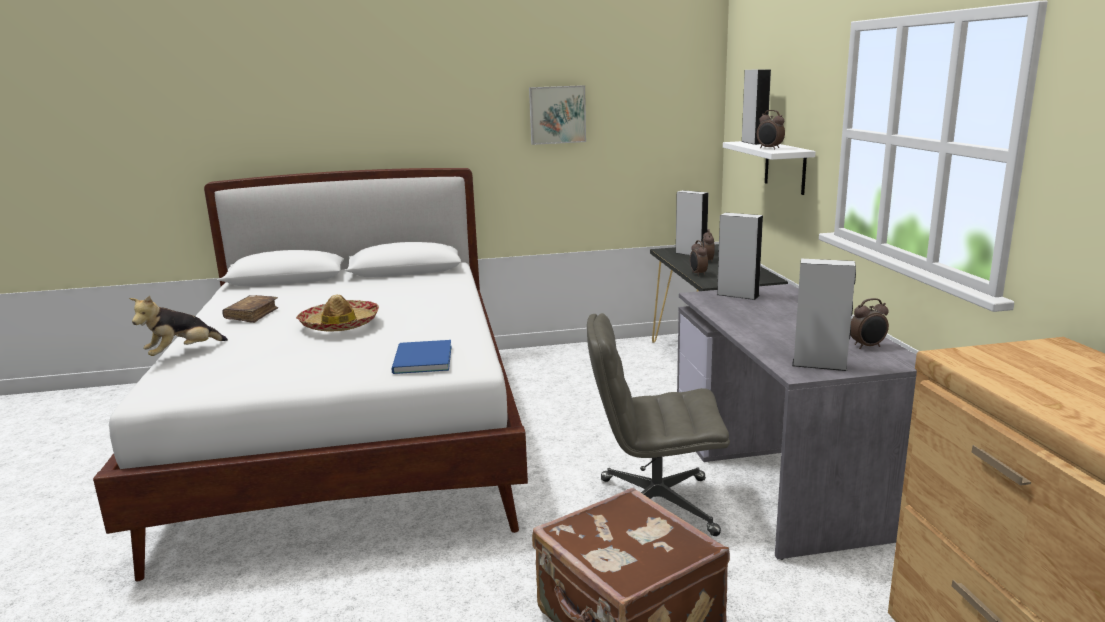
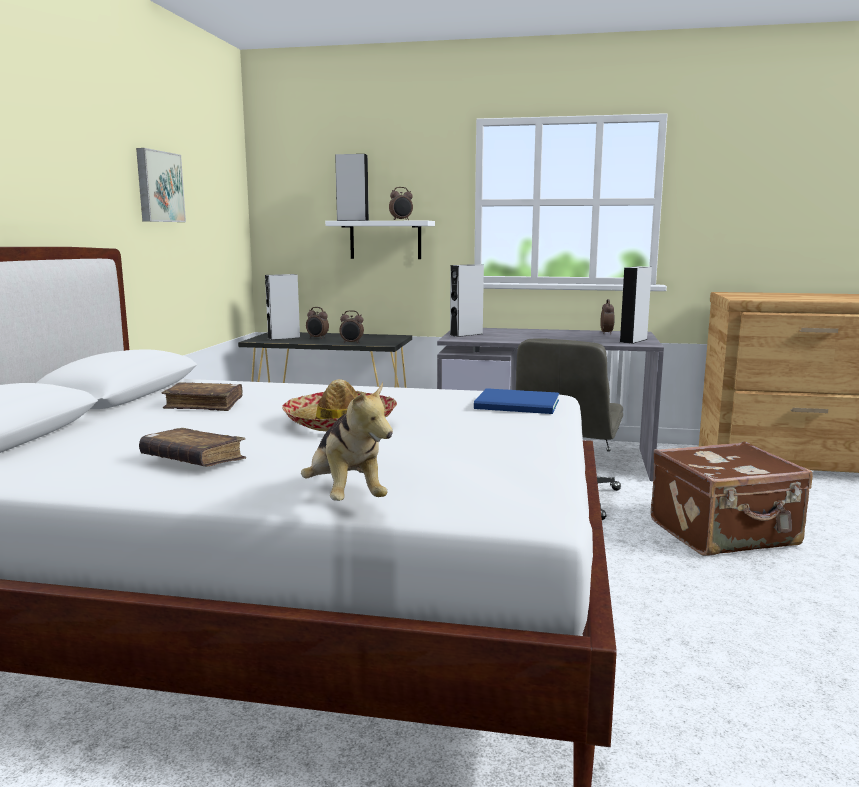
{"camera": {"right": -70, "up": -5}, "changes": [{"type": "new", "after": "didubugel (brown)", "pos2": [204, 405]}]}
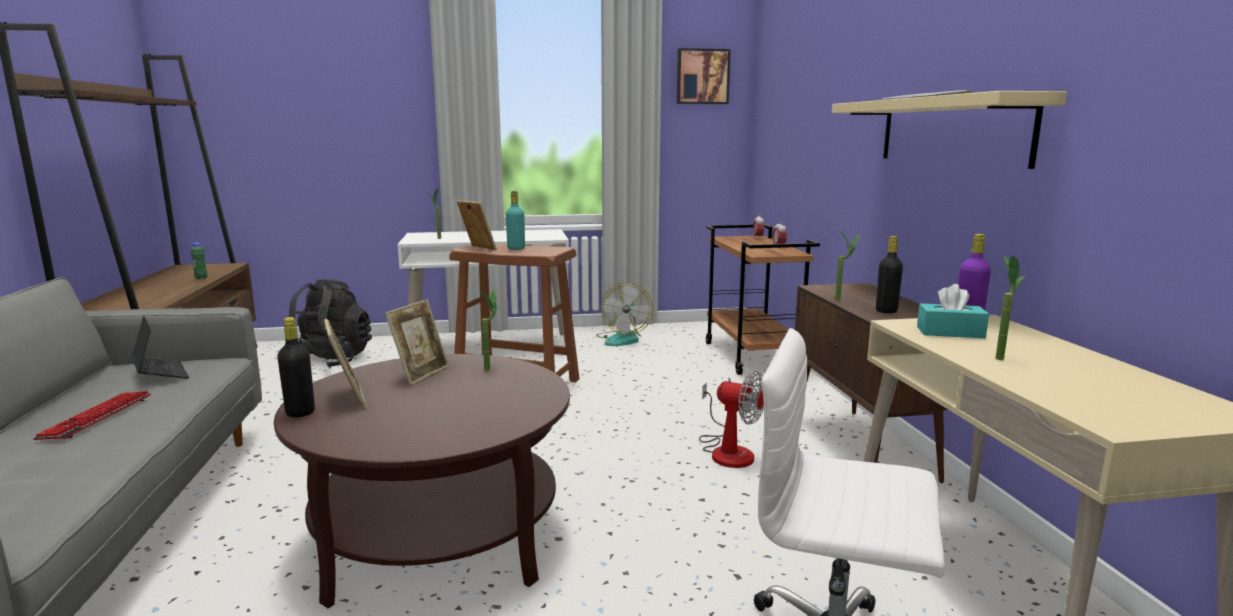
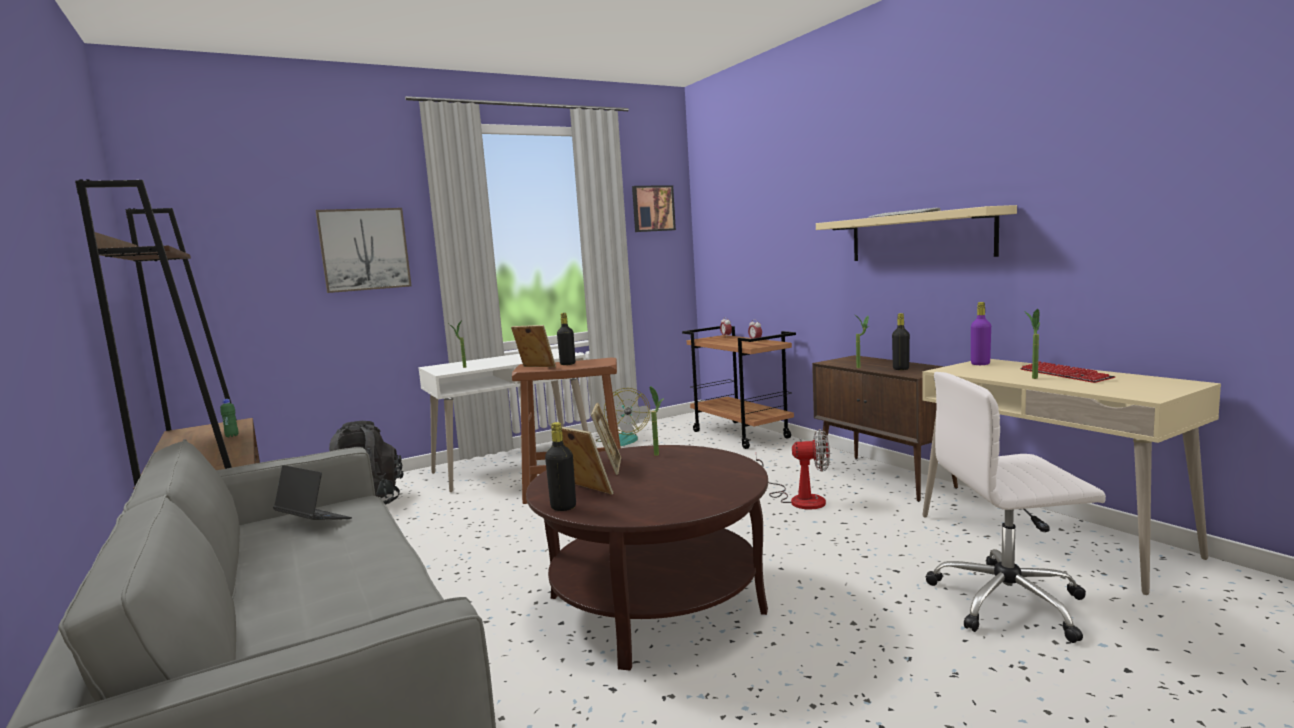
{"camera": {"right": -20, "up": -5}, "changes": [{"type": "new", "after": "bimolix", "pos2": [364, 249]}, {"type": "repainted", "before": "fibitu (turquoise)", "after": "fibitu (black)", "pos1": [516, 249], "pos2": [567, 364]}, {"type": "shifted", "before": "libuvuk", "pos1": [97, 417], "pos2": [1065, 375]}, {"type": "gone", "before": "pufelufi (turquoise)", "pos1": [950, 332]}]}
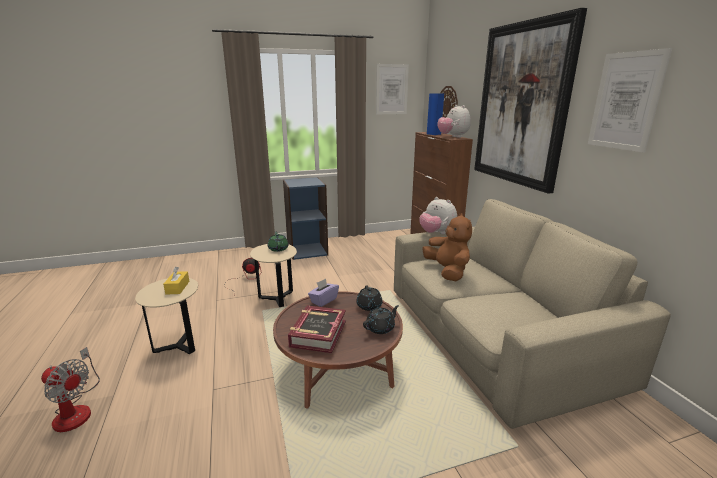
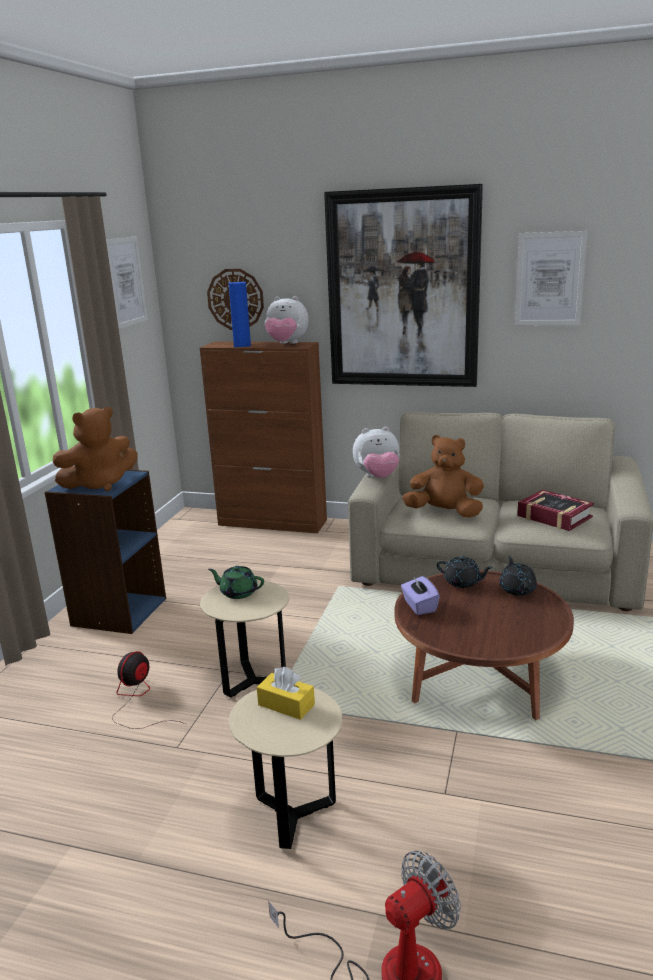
{"camera": {"right": -55, "up": 0}, "changes": [{"type": "new", "after": "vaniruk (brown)", "pos2": [100, 484]}, {"type": "shifted", "before": "didubugel", "pos1": [318, 334], "pos2": [554, 517]}]}
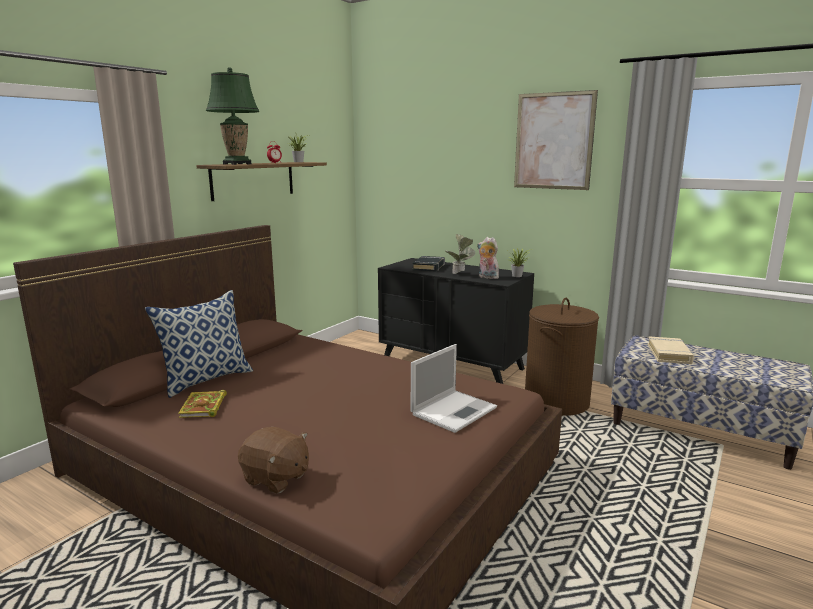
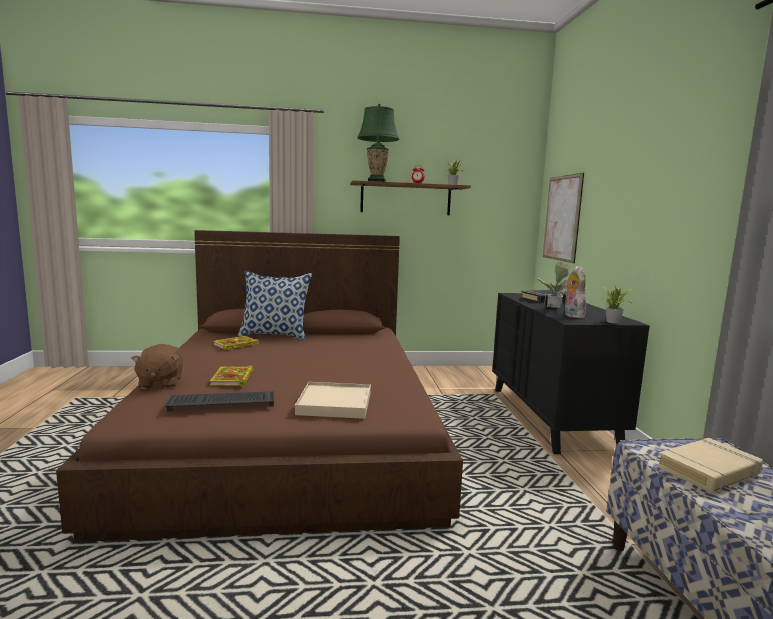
{"camera": {"right": 50, "up": -5}, "changes": [{"type": "new", "after": "libuvuk", "pos2": [223, 402]}, {"type": "new", "after": "didubugel", "pos2": [232, 379]}, {"type": "swapped", "before": "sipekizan", "after": "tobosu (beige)", "pos1": [454, 410], "pos2": [335, 403]}, {"type": "shifted", "before": "bimolix", "pos1": [553, 141], "pos2": [562, 218]}, {"type": "gone", "before": "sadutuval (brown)", "pos1": [556, 402]}]}
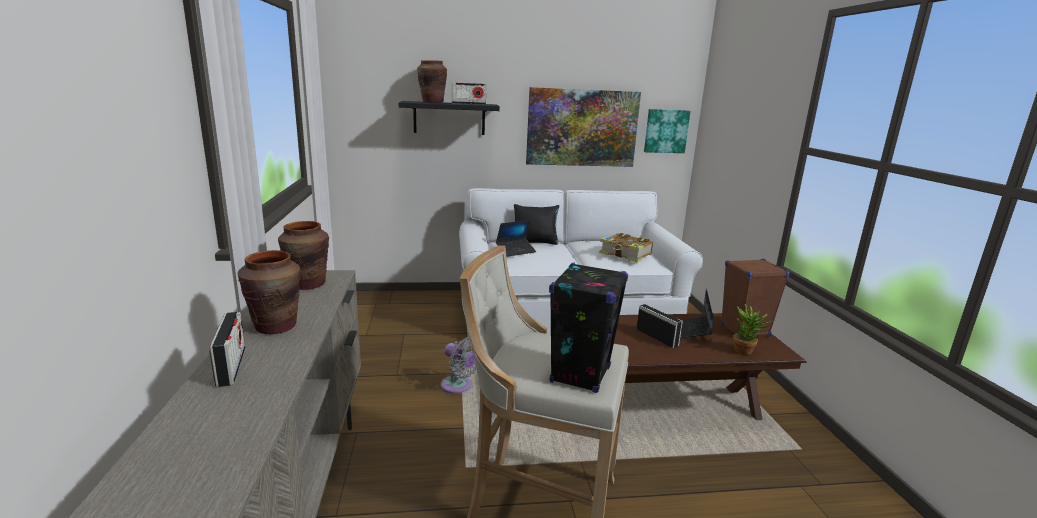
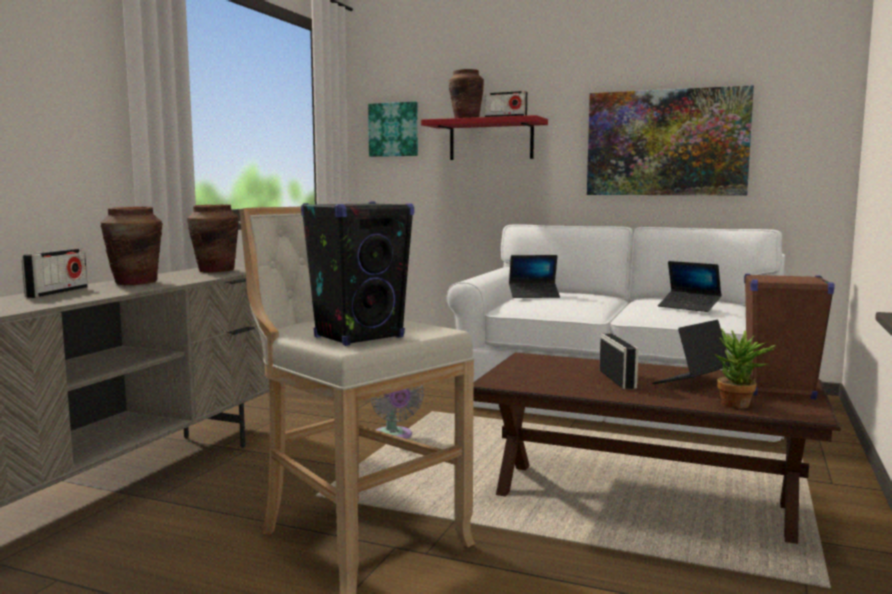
{"camera": {"right": 30, "up": -10}, "changes": [{"type": "shifted", "before": "bimolix", "pos1": [666, 131], "pos2": [394, 129]}, {"type": "repainted", "before": "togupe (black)", "after": "togupe (red)", "pos1": [449, 118], "pos2": [491, 140]}, {"type": "swapped", "before": "didubugel", "after": "sipekizan", "pos1": [626, 254], "pos2": [689, 307]}, {"type": "gone", "before": "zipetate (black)", "pos1": [535, 242]}]}
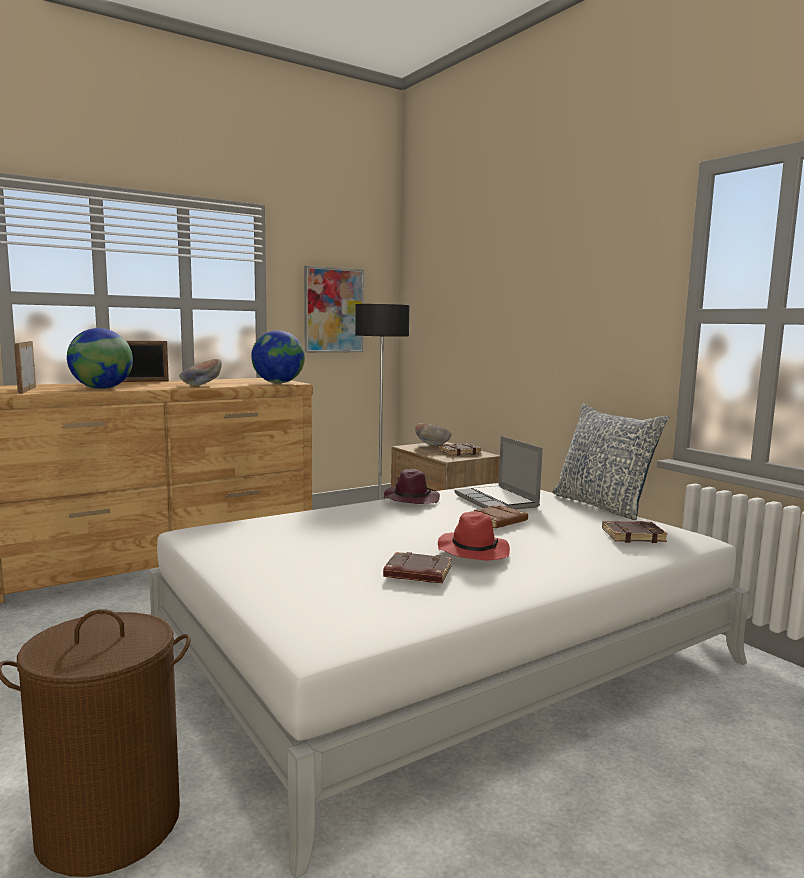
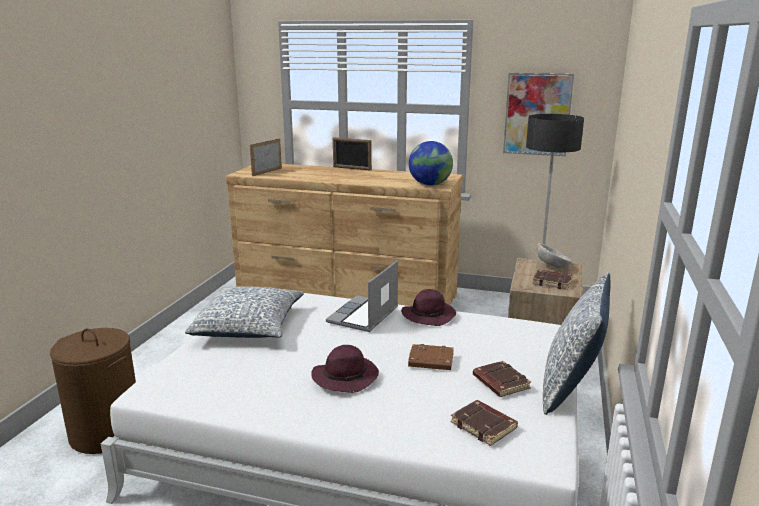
{"camera": {"right": 50, "up": 10}, "changes": [{"type": "new", "after": "zipetate", "pos2": [249, 326]}, {"type": "repainted", "before": "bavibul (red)", "after": "bavibul (purple)", "pos1": [473, 551], "pos2": [346, 377]}, {"type": "shifted", "before": "sipekizan", "pos1": [497, 501], "pos2": [363, 316]}, {"type": "shifted", "before": "didubugel (brown)", "pos1": [416, 574], "pos2": [499, 382]}, {"type": "gone", "before": "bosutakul", "pos1": [102, 388]}, {"type": "gone", "before": "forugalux", "pos1": [200, 386]}]}
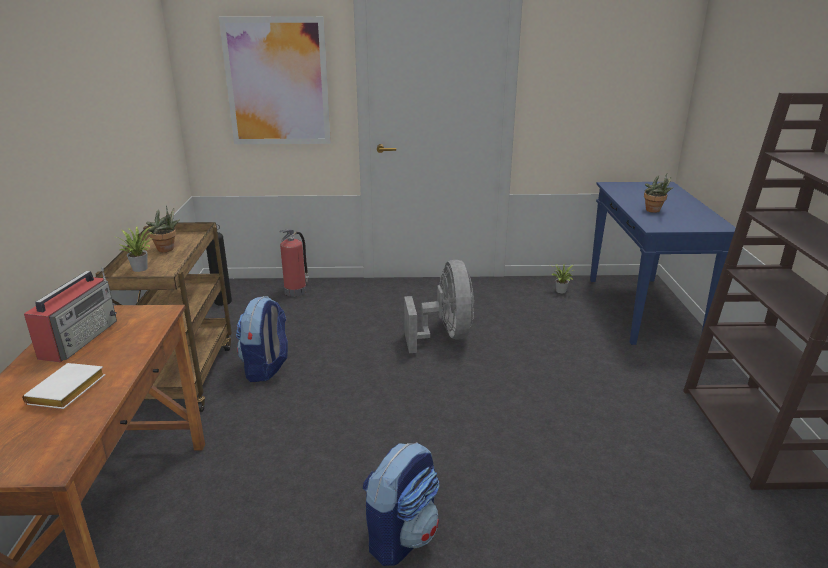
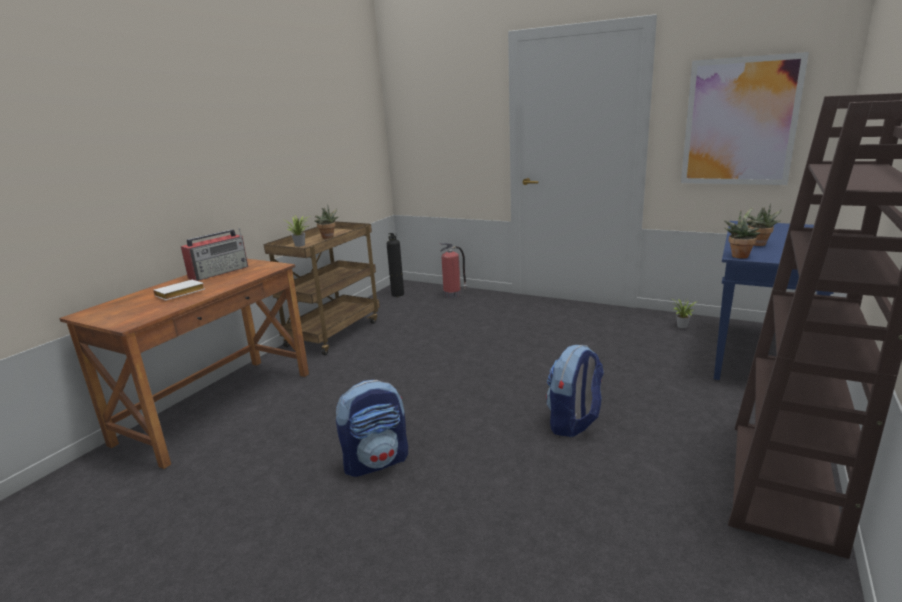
{"camera": {"right": 30, "up": -5}, "changes": [{"type": "shifted", "before": "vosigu", "pos1": [266, 368], "pos2": [574, 423]}, {"type": "shifted", "before": "bimolix", "pos1": [277, 82], "pos2": [739, 122]}, {"type": "new", "after": "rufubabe", "pos2": [739, 255]}, {"type": "gone", "before": "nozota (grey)", "pos1": [445, 336]}]}
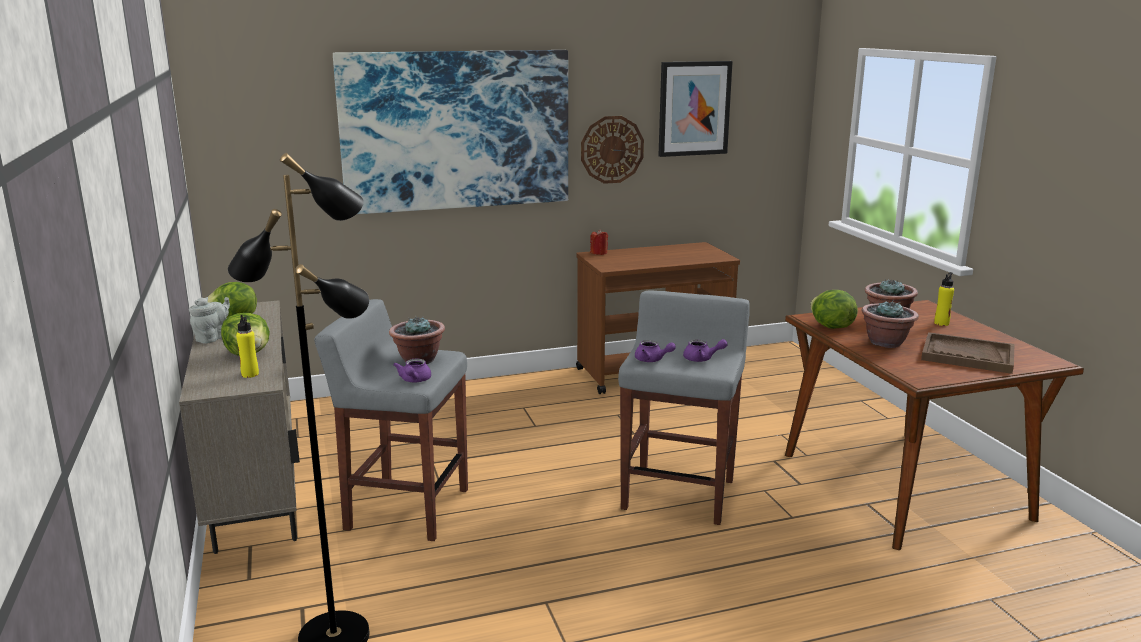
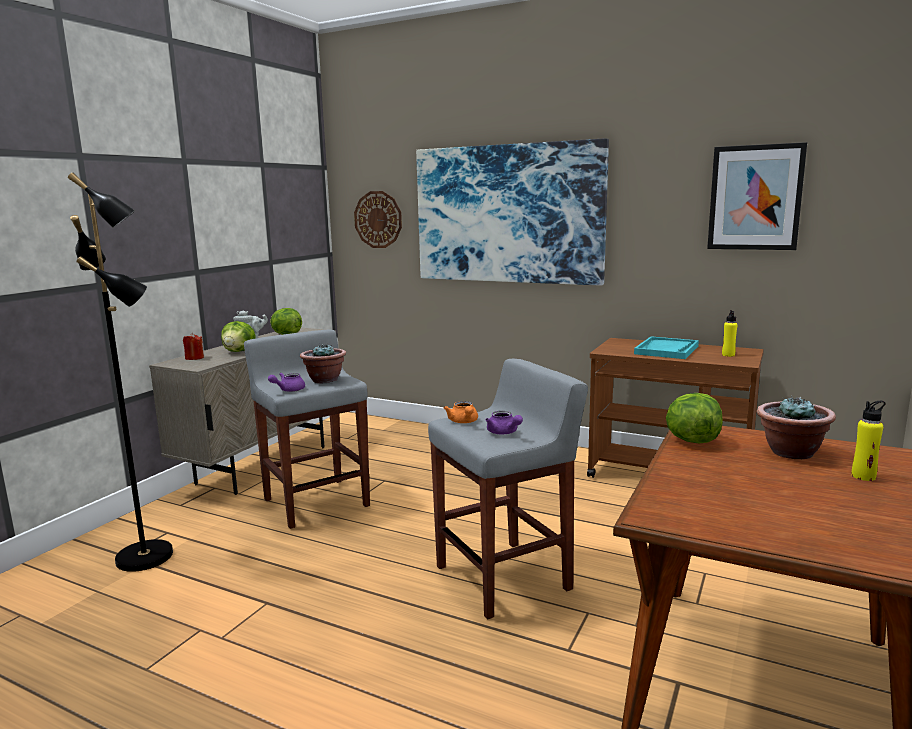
{"camera": {"right": 45, "up": -5}, "changes": [{"type": "shifted", "before": "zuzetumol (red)", "pos1": [599, 253], "pos2": [194, 358]}, {"type": "shifted", "before": "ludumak", "pos1": [612, 149], "pos2": [378, 219]}, {"type": "repainted", "before": "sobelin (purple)", "after": "sobelin (orange)", "pos1": [652, 360], "pos2": [463, 422]}, {"type": "new", "after": "tobosu (turquoise)", "pos2": [666, 350]}, {"type": "shifted", "before": "fibitu (yellow)", "pos1": [250, 374], "pos2": [728, 355]}, {"type": "gone", "before": "rufubabe", "pos1": [886, 343]}, {"type": "gone", "before": "tobosu (brown)", "pos1": [967, 355]}]}
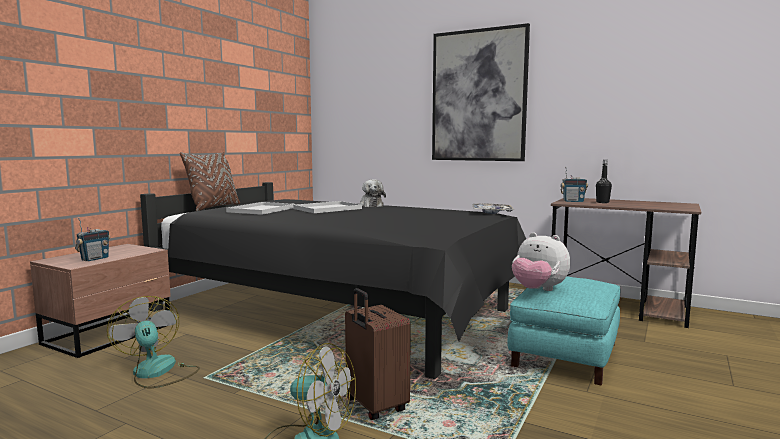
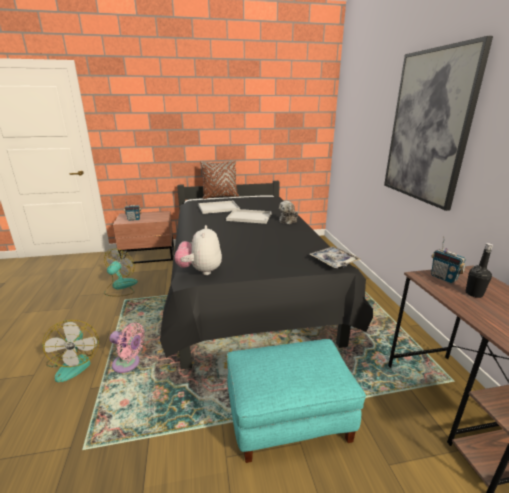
{"camera": {"right": 50, "up": 15}, "changes": [{"type": "swapped", "before": "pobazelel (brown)", "after": "nozota (pink)", "pos1": [375, 406], "pos2": [128, 364]}, {"type": "shifted", "before": "vaniruk", "pos1": [538, 290], "pos2": [200, 271]}]}
